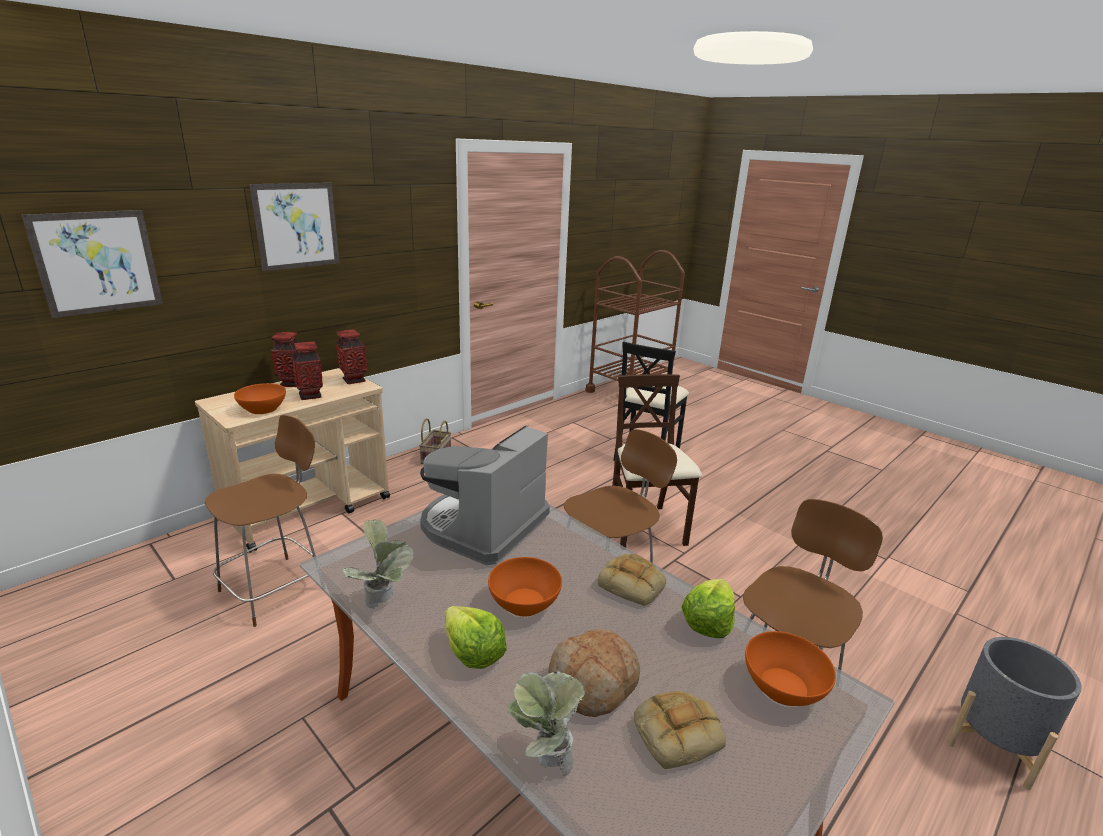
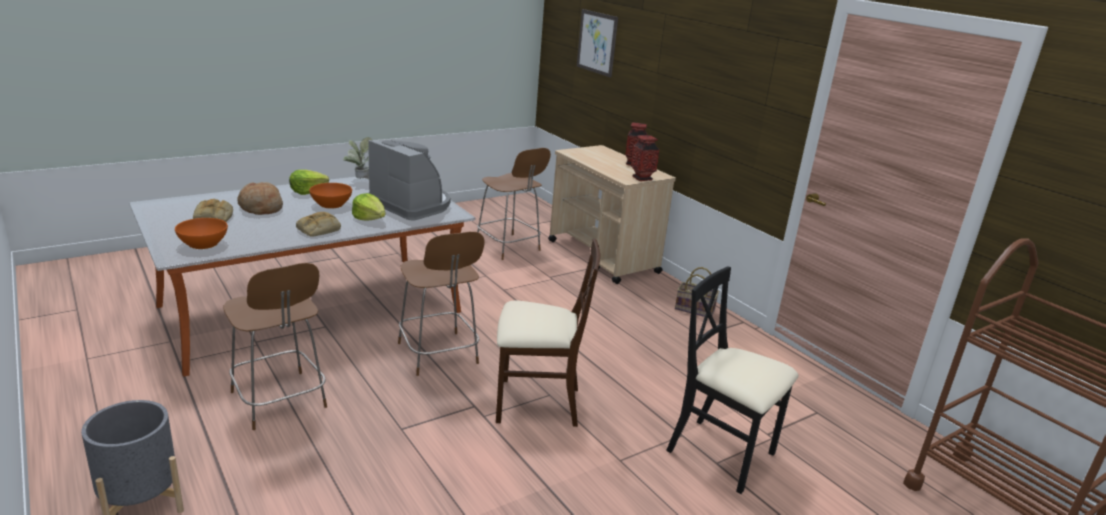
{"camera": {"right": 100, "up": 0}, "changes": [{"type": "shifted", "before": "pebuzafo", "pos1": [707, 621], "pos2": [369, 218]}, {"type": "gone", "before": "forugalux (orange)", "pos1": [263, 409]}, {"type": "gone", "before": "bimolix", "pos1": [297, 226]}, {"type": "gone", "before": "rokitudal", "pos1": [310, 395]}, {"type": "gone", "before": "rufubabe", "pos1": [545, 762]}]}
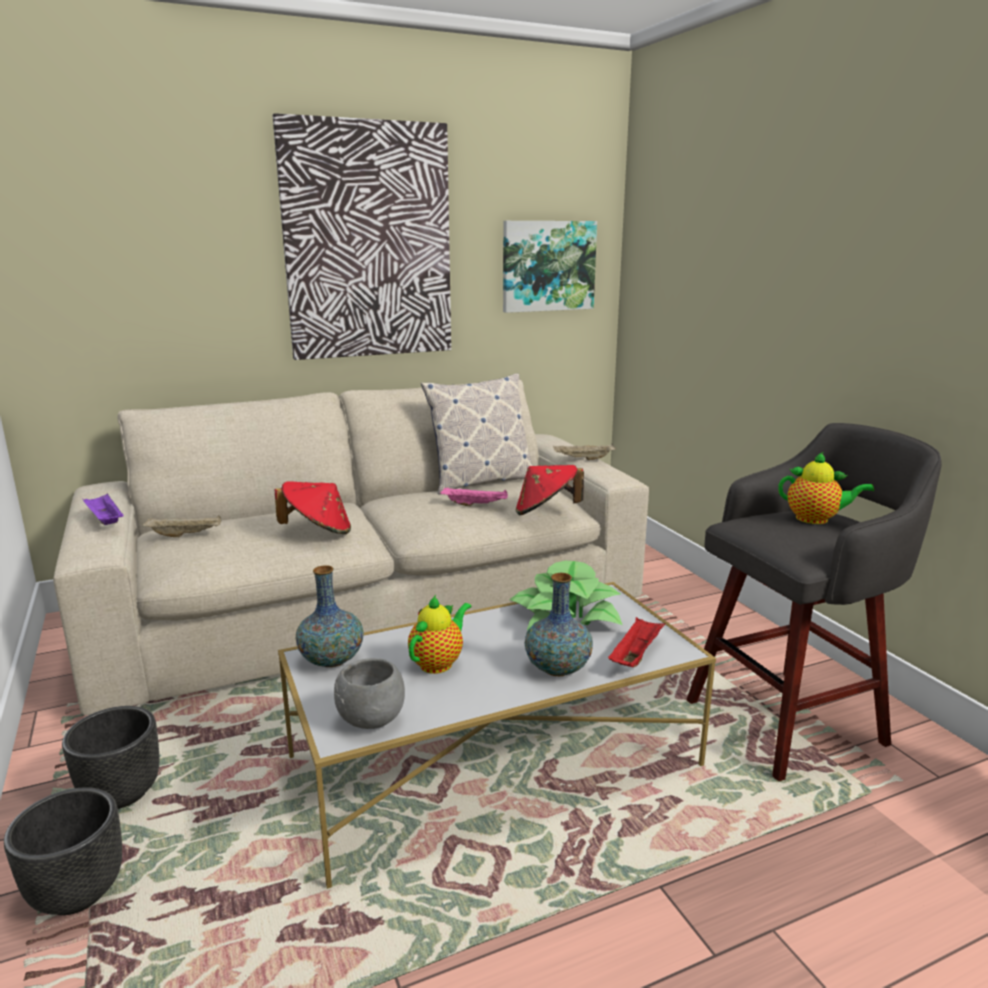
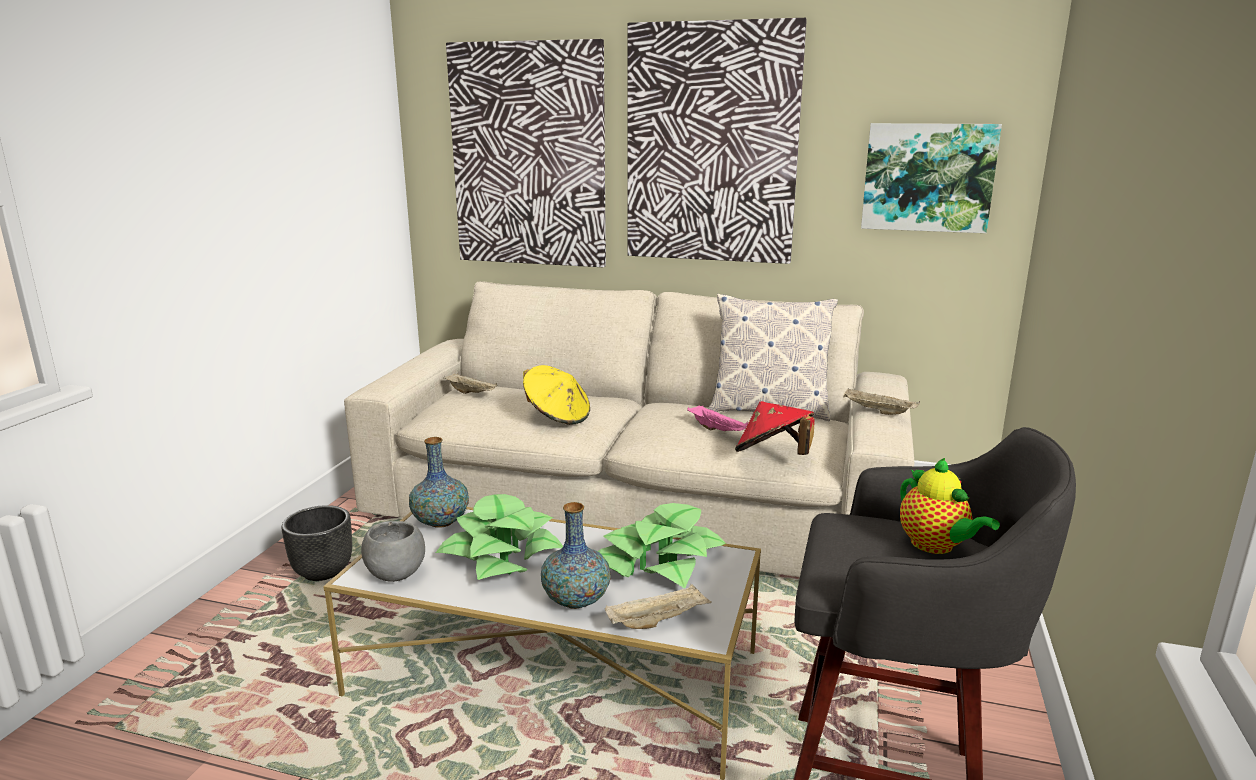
{"camera": {"right": 40, "up": 0}, "changes": [{"type": "swapped", "before": "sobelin", "after": "rufubabe", "pos1": [438, 663], "pos2": [501, 555]}, {"type": "new", "after": "bimolix", "pos2": [529, 156]}, {"type": "repainted", "before": "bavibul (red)", "after": "bavibul (yellow)", "pos1": [318, 532], "pos2": [557, 417]}, {"type": "repainted", "before": "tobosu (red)", "after": "tobosu (beige)", "pos1": [635, 655], "pos2": [658, 621]}, {"type": "gone", "before": "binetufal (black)", "pos1": [77, 891]}, {"type": "gone", "before": "tobosu (purple)", "pos1": [105, 520]}]}
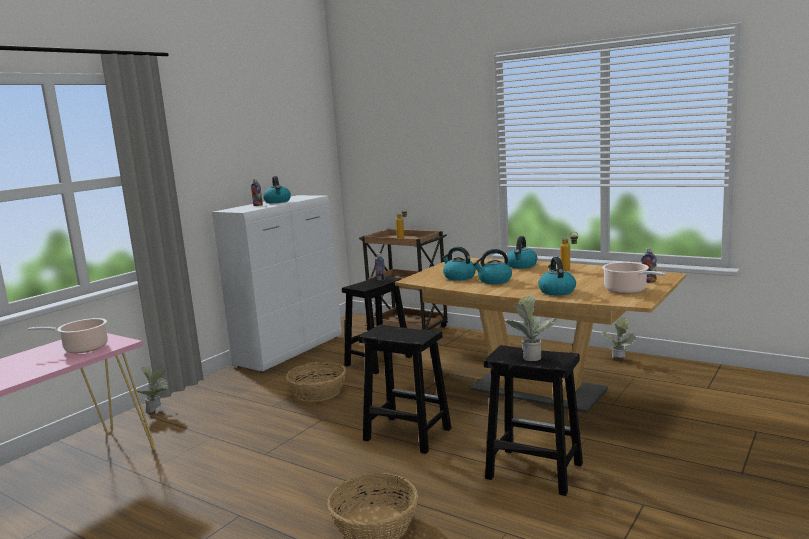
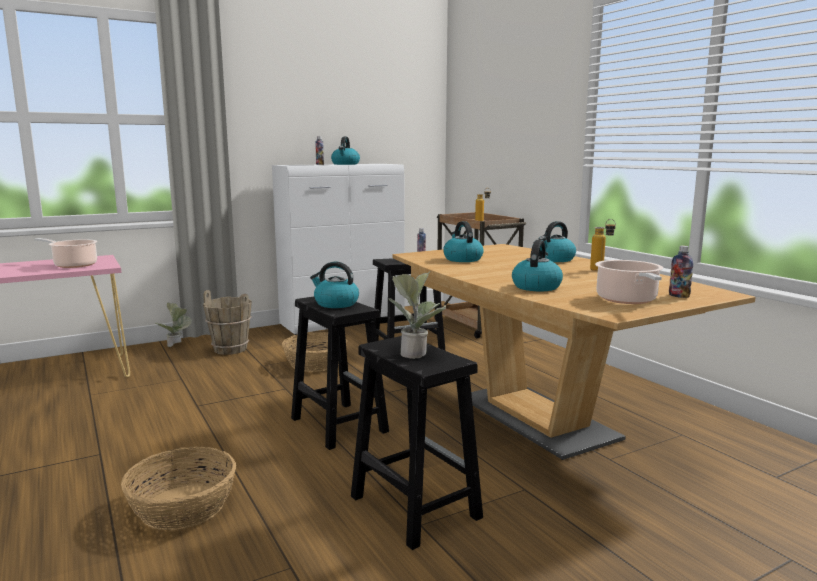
{"camera": {"right": 25, "up": 0}, "changes": [{"type": "new", "after": "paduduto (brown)", "pos2": [230, 349]}, {"type": "shifted", "before": "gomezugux", "pos1": [494, 281], "pos2": [335, 303]}, {"type": "gone", "before": "rufubabe", "pos1": [618, 360]}]}
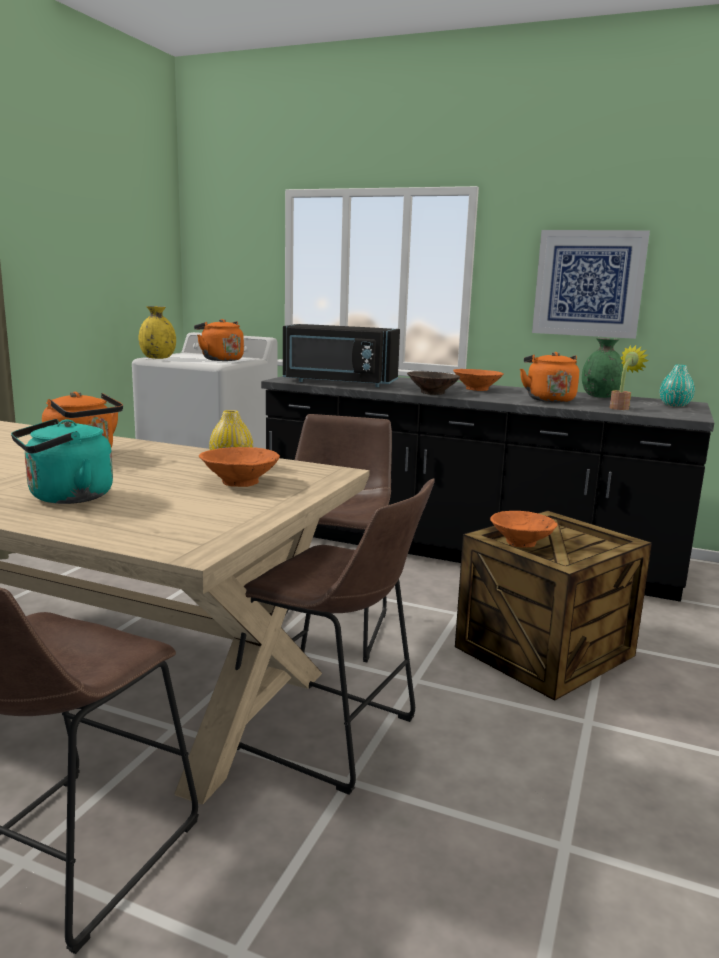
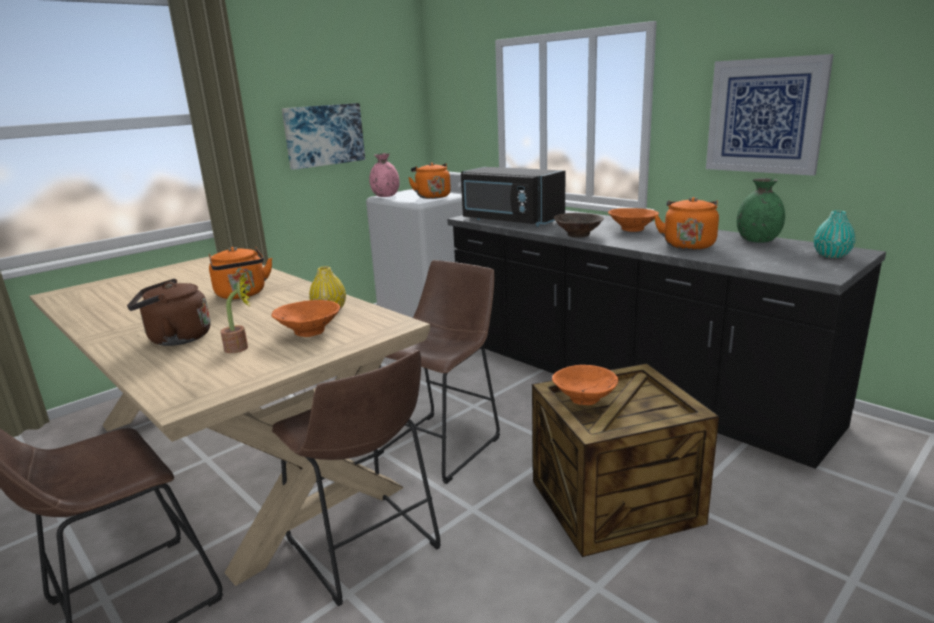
{"camera": {"right": 25, "up": 5}, "changes": [{"type": "repainted", "before": "gomezugux (turquoise)", "after": "gomezugux (brown)", "pos1": [66, 497], "pos2": [176, 339]}, {"type": "shifted", "before": "rufubabe", "pos1": [621, 408], "pos2": [241, 347]}, {"type": "new", "after": "bimolix", "pos2": [324, 135]}, {"type": "repainted", "before": "rokitudal (yellow)", "after": "rokitudal (pink)", "pos1": [157, 358], "pos2": [385, 196]}]}
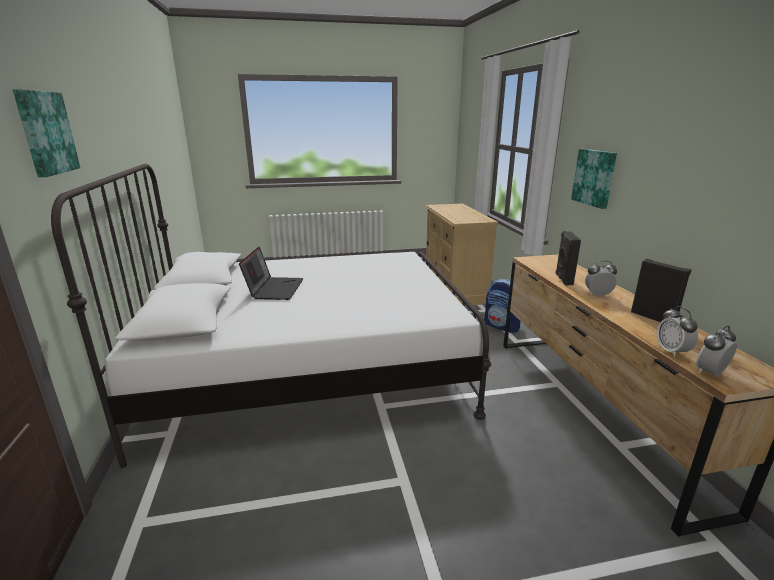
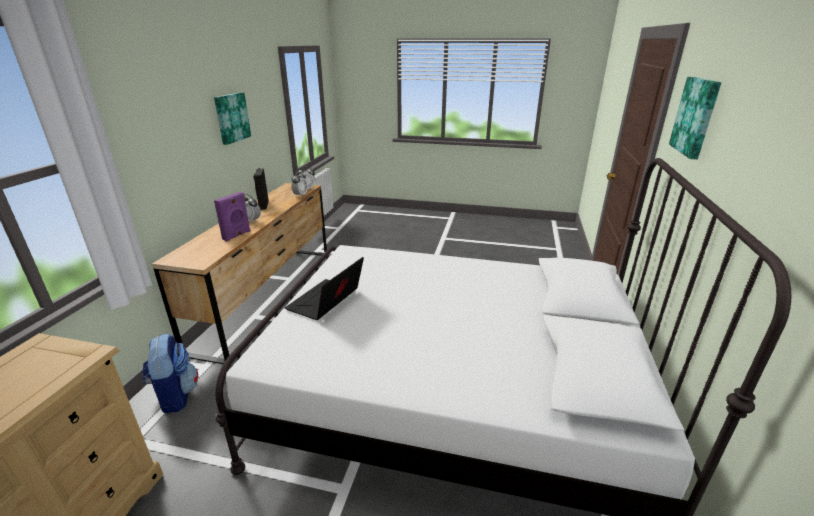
{"camera": {"right": -155, "up": 5}, "changes": [{"type": "shifted", "before": "bimolix", "pos1": [594, 177], "pos2": [231, 117]}, {"type": "repainted", "before": "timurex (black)", "after": "timurex (purple)", "pos1": [563, 279], "pos2": [237, 235]}, {"type": "shifted", "before": "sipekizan", "pos1": [274, 289], "pos2": [326, 302]}]}
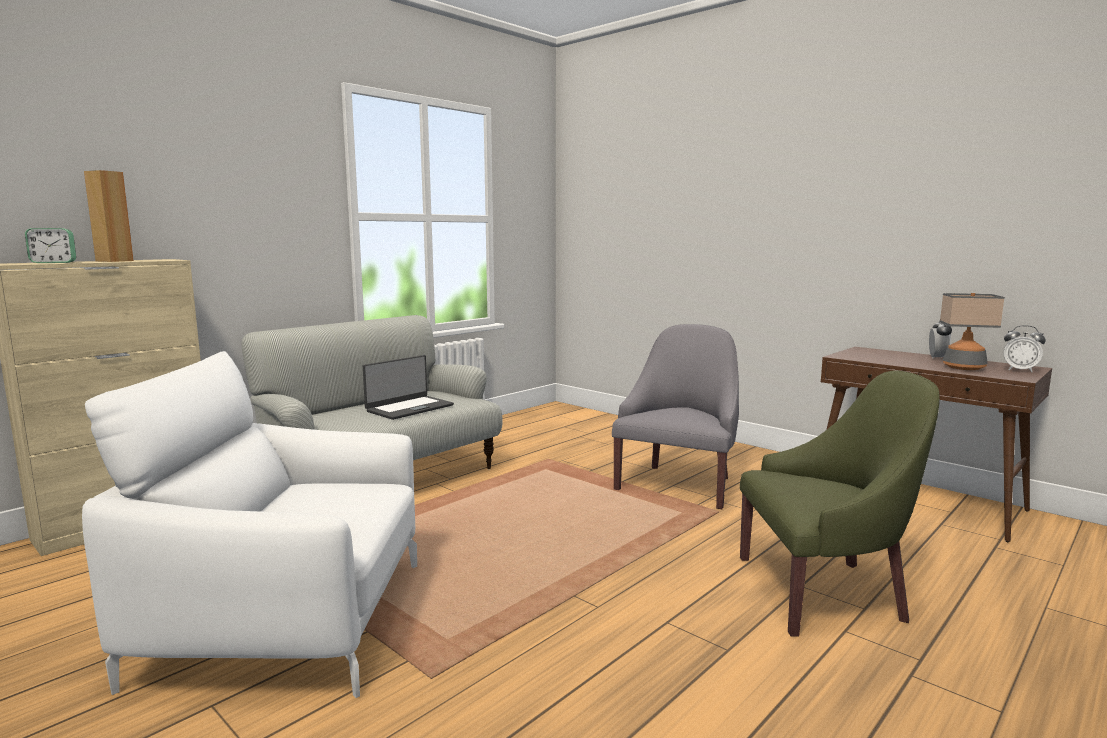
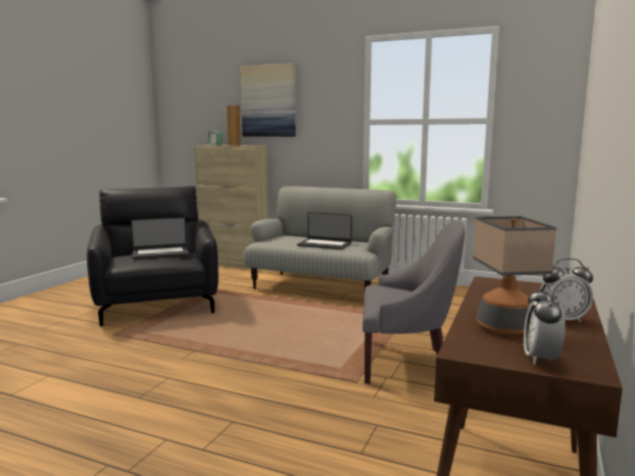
{"camera": {"right": 70, "up": 0}, "changes": [{"type": "repainted", "before": "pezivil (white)", "after": "pezivil (black)", "pos1": [288, 620], "pos2": [157, 304]}, {"type": "new", "after": "sipekizan", "pos2": [160, 253]}, {"type": "new", "after": "bimolix", "pos2": [268, 101]}, {"type": "gone", "before": "pezivil (green)", "pos1": [824, 592]}]}
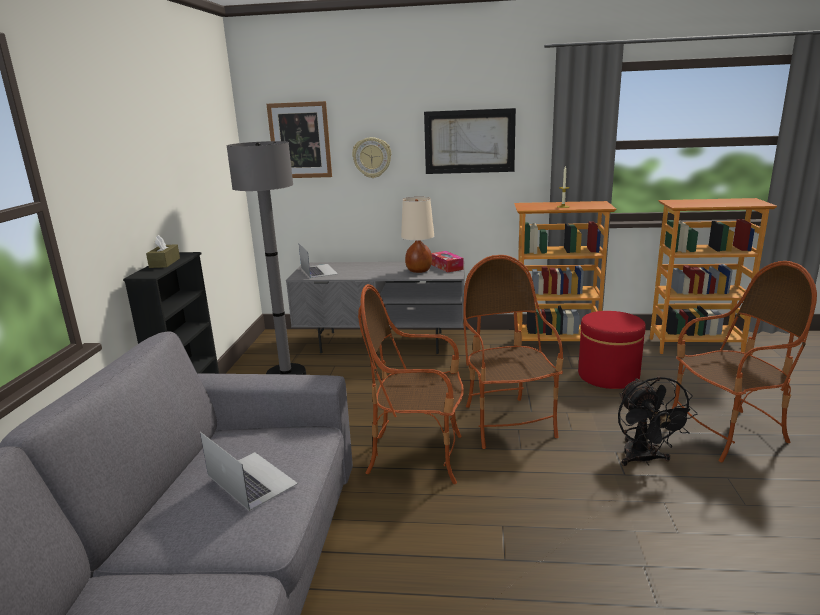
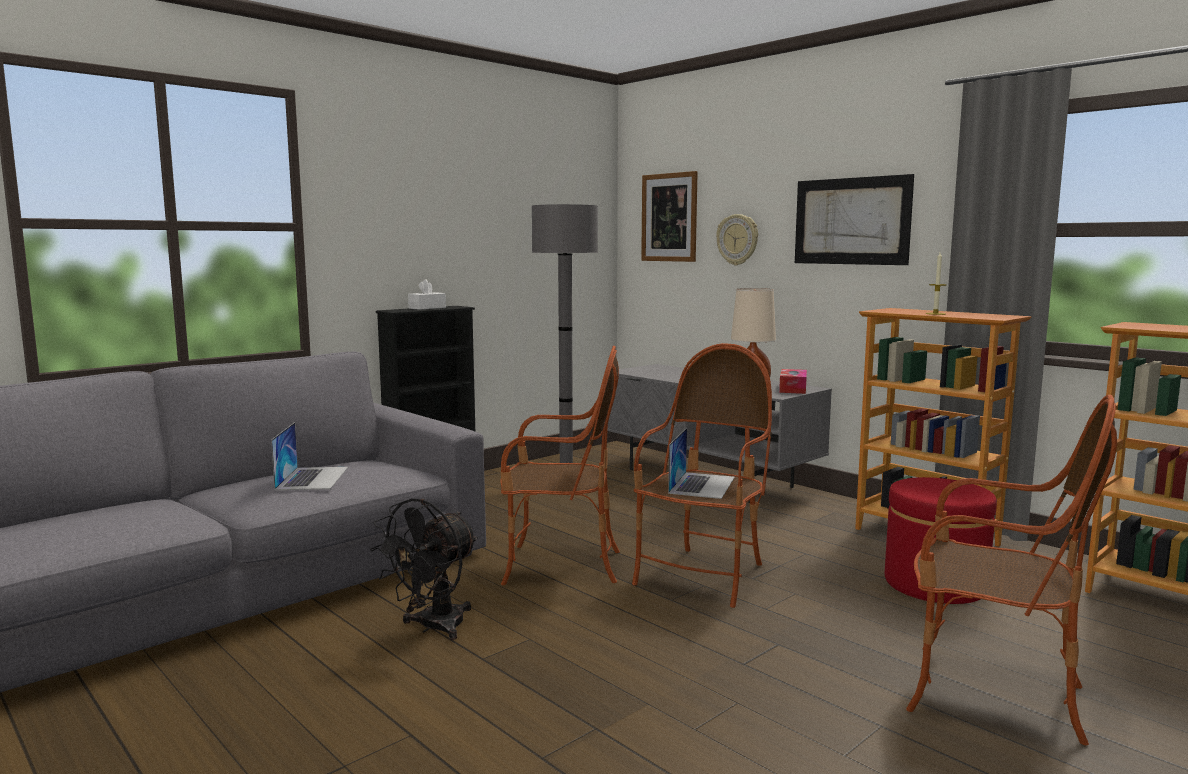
{"camera": {"right": 40, "up": -10}, "changes": [{"type": "shifted", "before": "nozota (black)", "pos1": [643, 460], "pos2": [433, 628]}, {"type": "repainted", "before": "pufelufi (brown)", "after": "pufelufi (white)", "pos1": [165, 263], "pos2": [427, 308]}, {"type": "rotated", "before": "pezivil", "pos1": [417, 456], "pos2": [560, 566], "turn": 135}, {"type": "shifted", "before": "sipekizan", "pos1": [318, 270], "pos2": [702, 485]}]}
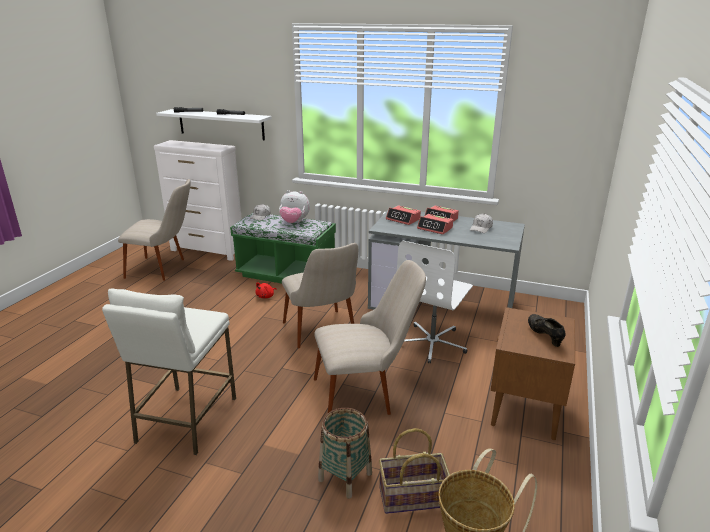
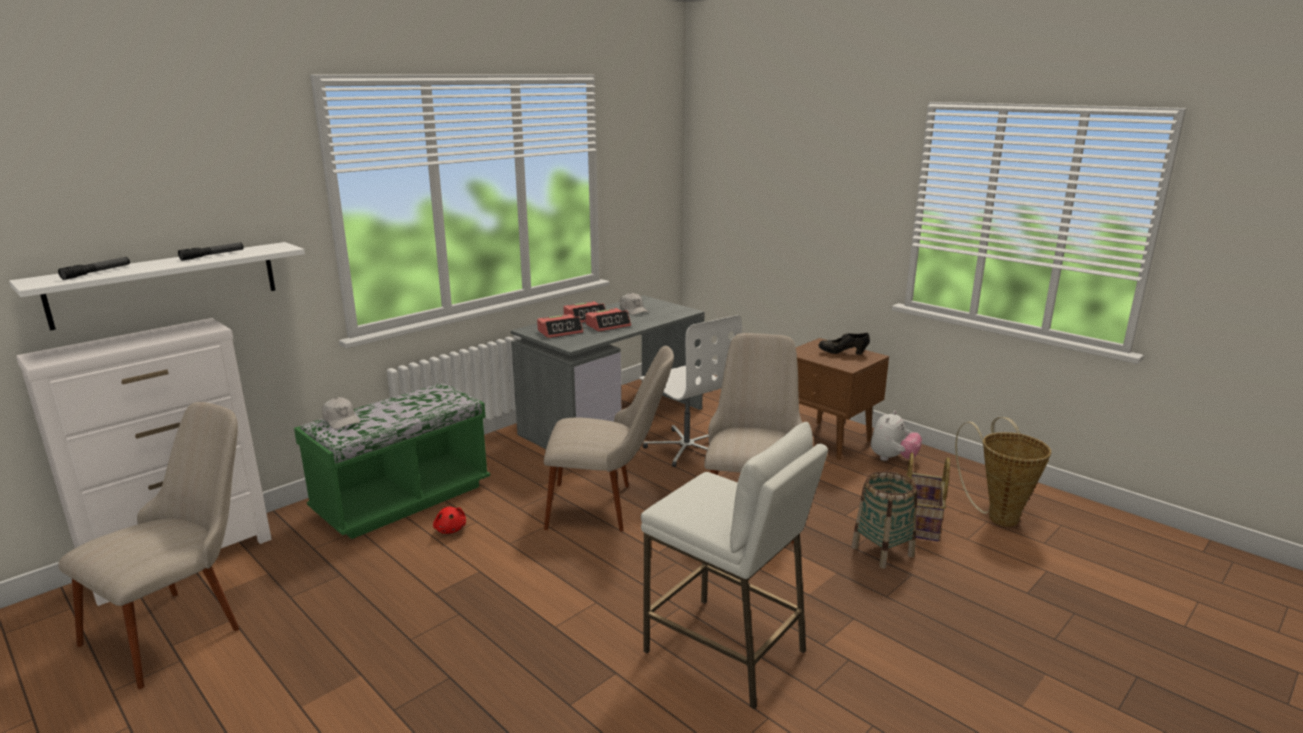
{"camera": {"right": -65, "up": -5}, "changes": [{"type": "shifted", "before": "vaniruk", "pos1": [294, 222], "pos2": [892, 459]}]}
